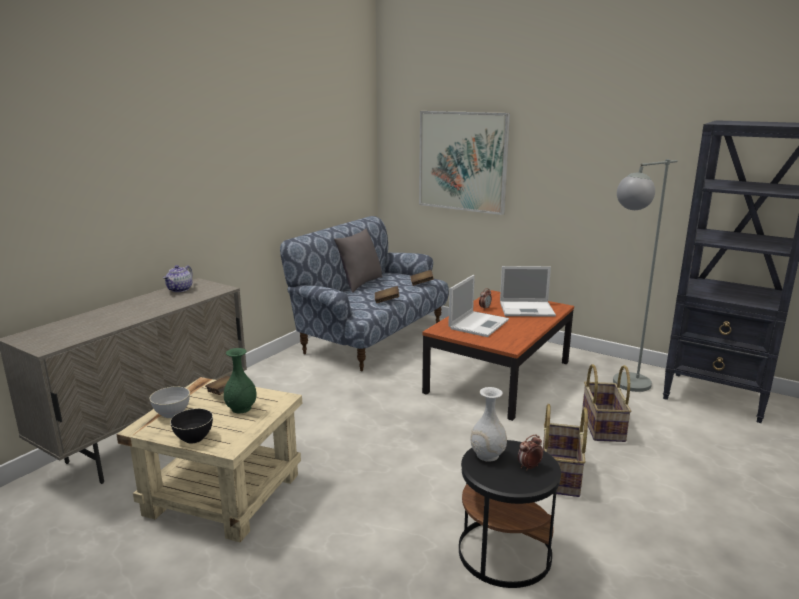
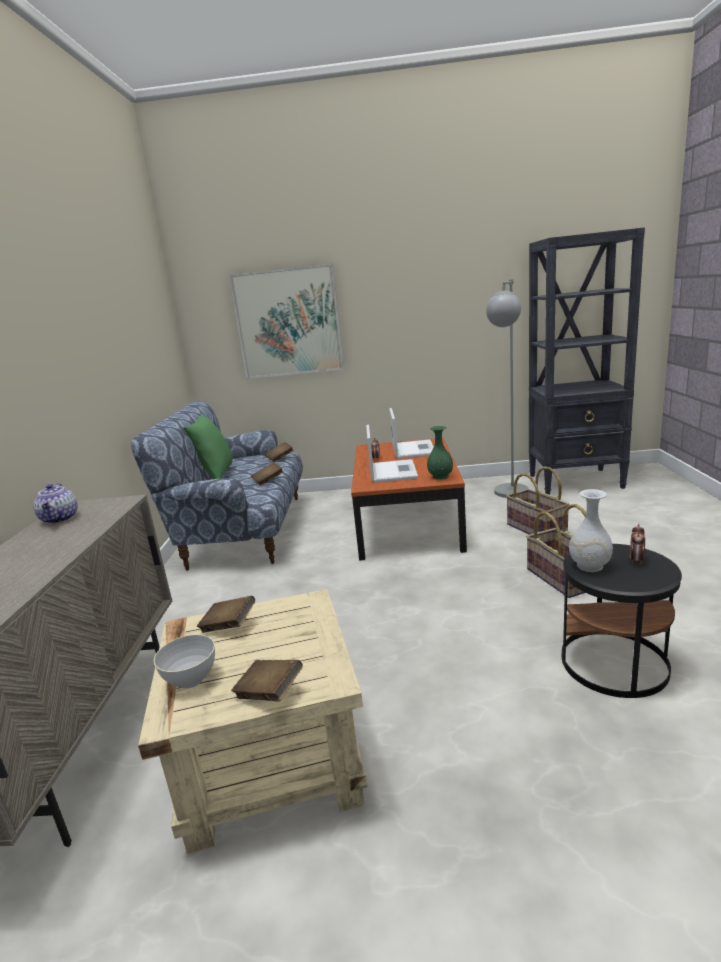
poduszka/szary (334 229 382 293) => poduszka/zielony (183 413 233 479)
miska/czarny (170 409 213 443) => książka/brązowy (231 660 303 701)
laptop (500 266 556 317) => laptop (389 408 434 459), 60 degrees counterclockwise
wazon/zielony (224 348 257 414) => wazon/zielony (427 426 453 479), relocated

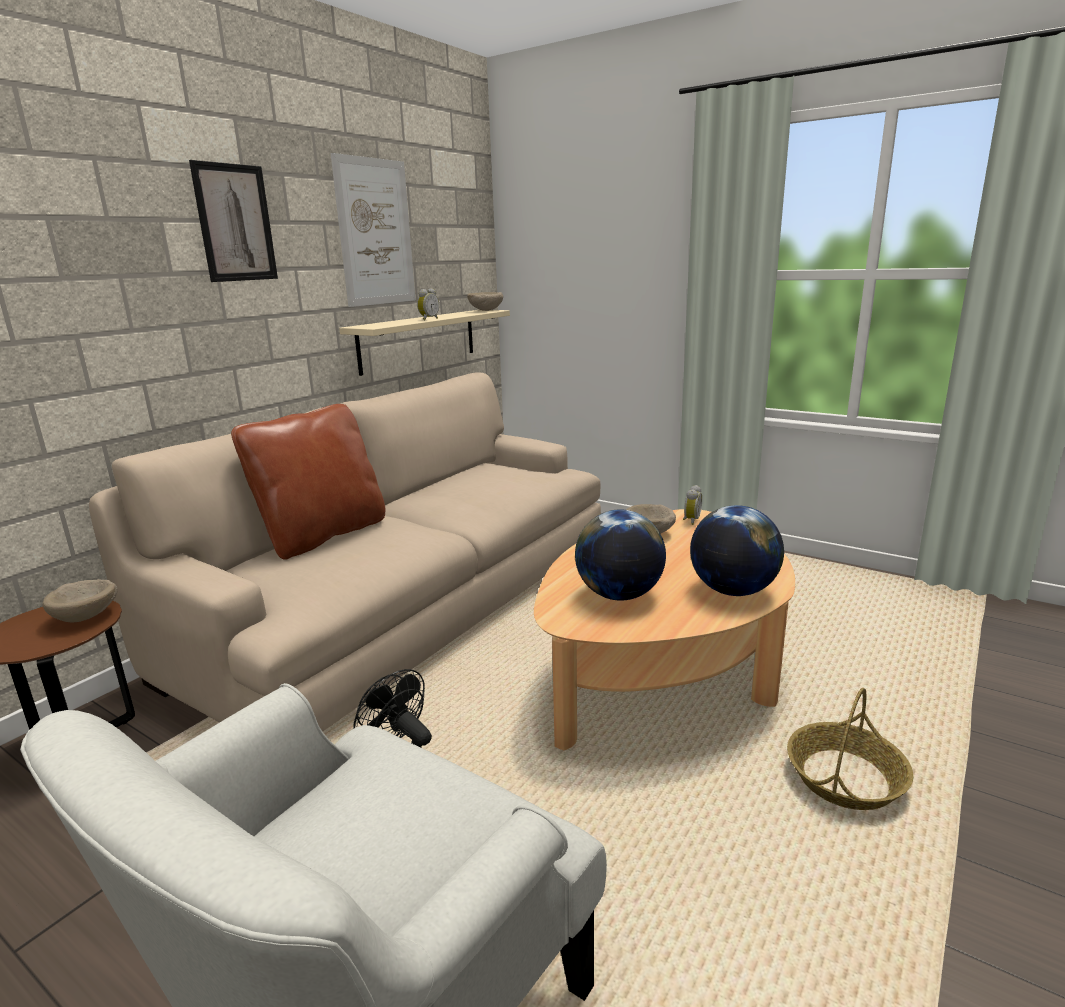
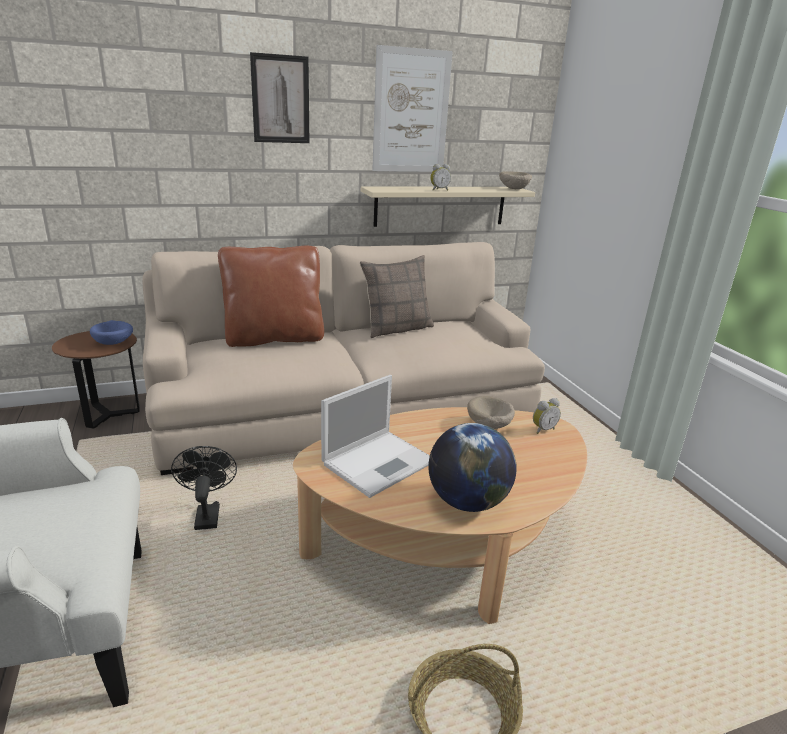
miska/beżowy (42 579 117 622) => miska/niebieski (90 320 133 345)
globus (575 509 666 601) => laptop (321 375 430 498)
nothing => poduszka (360 255 434 338)

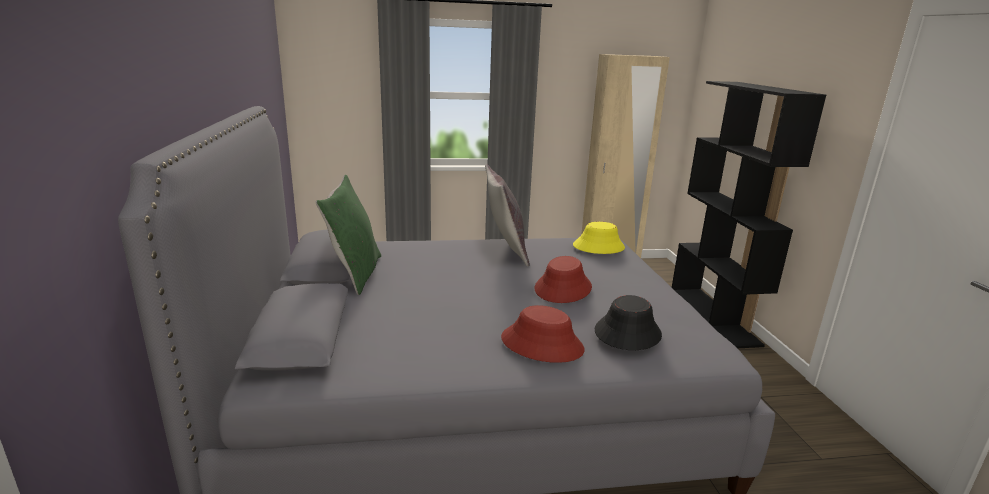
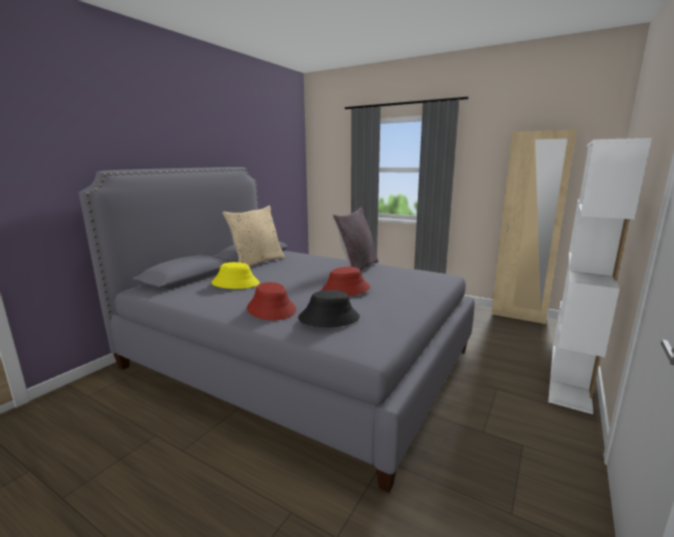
kapelusz/żółty (573 222 625 254) => kapelusz/żółty (211 262 260 289), relocated
poduszka/zielony (315 175 381 295) => poduszka/beżowy (222 206 285 266)
regał/czarny (672 81 826 348) => regał/biały (548 138 652 414)

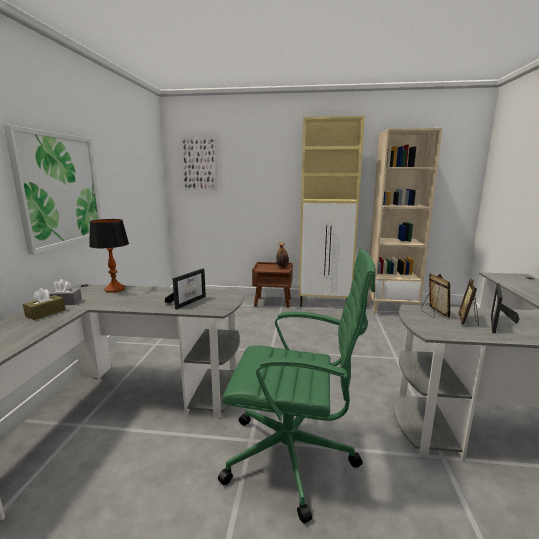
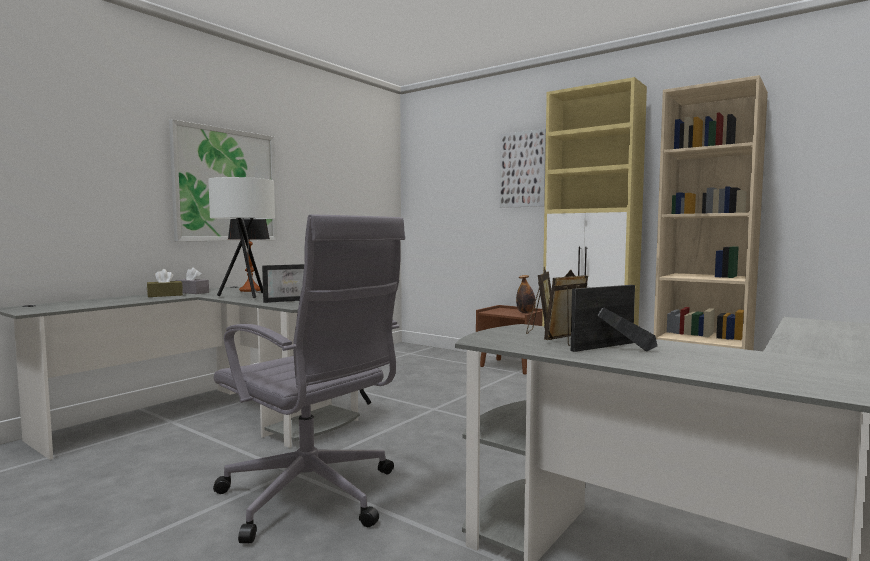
nothing => lampa stołowa/biały (208 177 275 298)
krzesło biurowe/zielony (218 249 376 524) => krzesło biurowe/szary (213 214 405 543)
obraz (181 137 217 191) => obraz (500 129 546 208), relocated

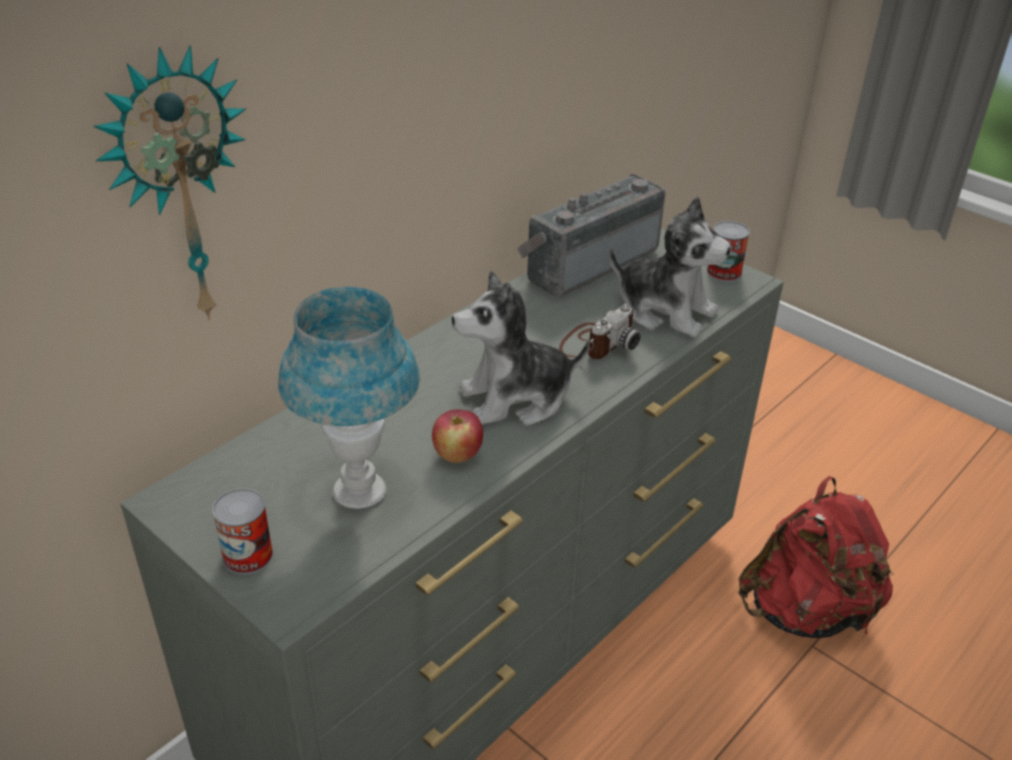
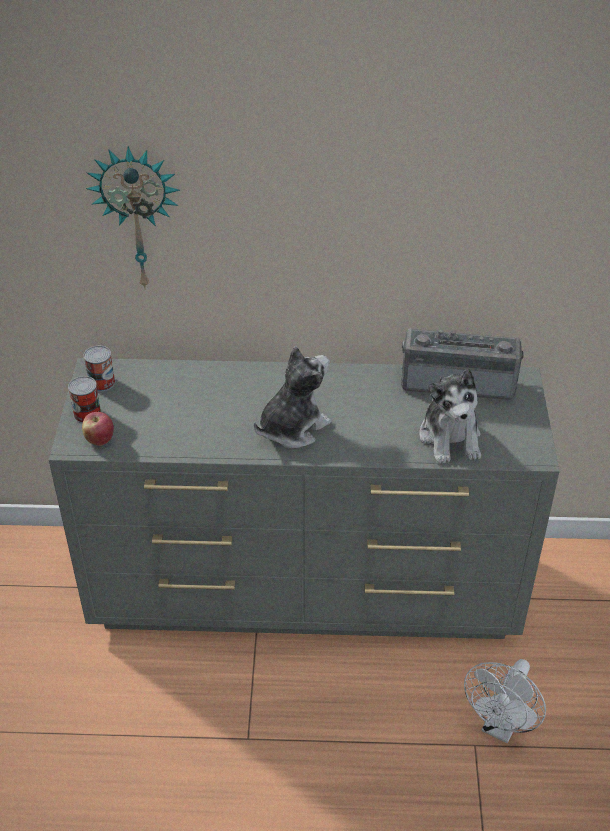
jabłko (432 410 483 463) => jabłko (82 412 114 446), relocated
puszka (707 221 750 281) => puszka (83 346 115 392), relocated
pluszak (452 270 590 426) => pluszak (254 346 332 449), 105 degrees clockwise
plecak/czerwony (738 476 894 638) => wentylator/biały (464 659 546 744)
lampa stołowa/niebieski (278 287 420 509) => nothing
aparat fotograficzny (559 304 641 359) => nothing

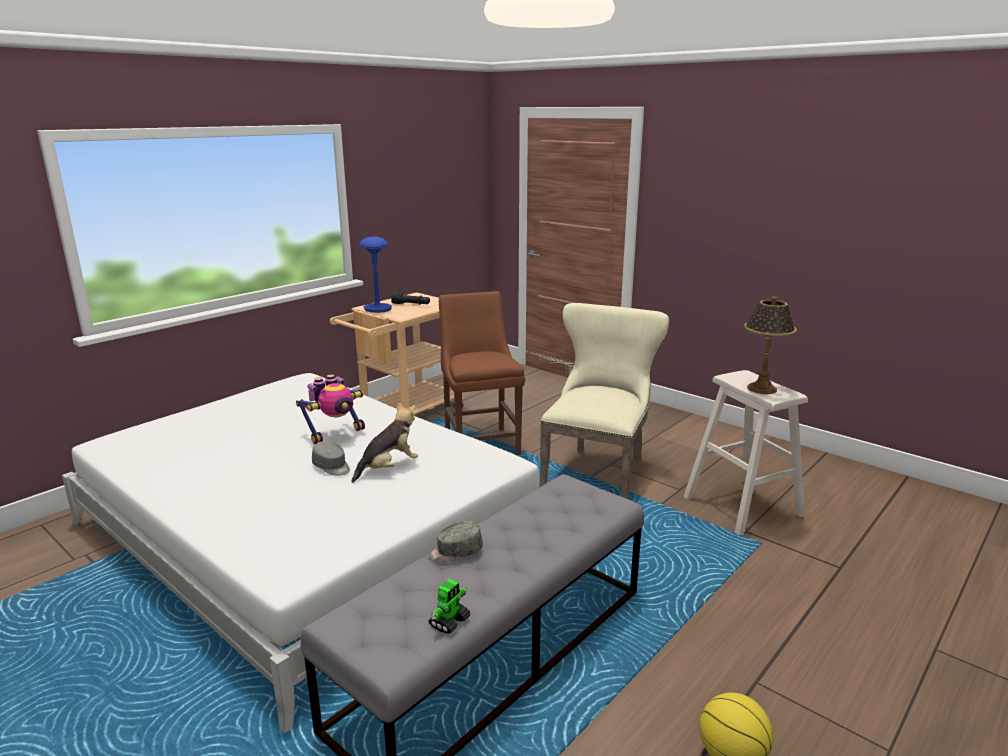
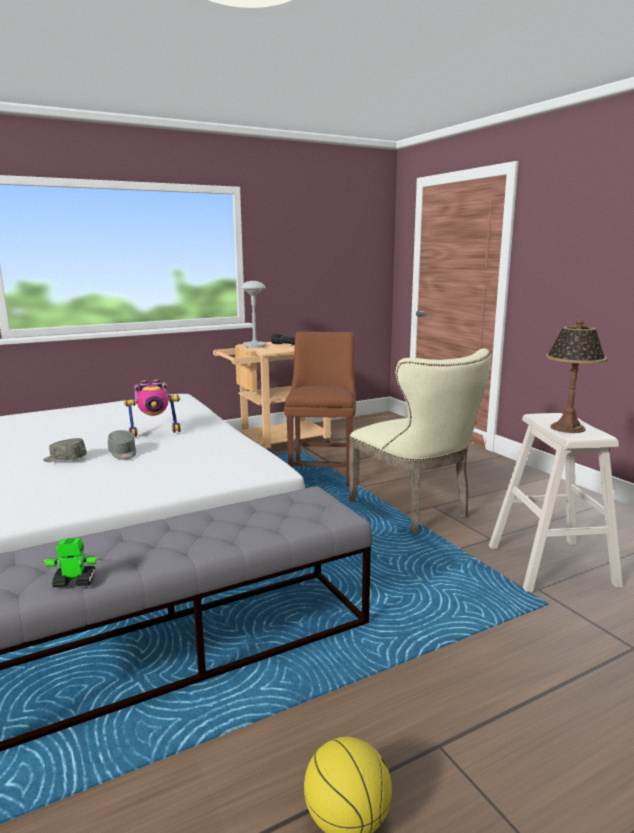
robot zabawkowy (428 579 470 634) => robot zabawkowy (42 538 101 587), 150 degrees counterclockwise
czapka z daszkiem/szary (428 521 483 562) => czapka z daszkiem/szary (43 438 87 462), relocated
lampa stołowa/niebieski (359 236 392 313) => lampa stołowa/szary (240 281 267 348)
krzesło/beżowy (540 303 670 500) => krzesło/beżowy (349 349 491 532), 105 degrees clockwise
pluszak (351 402 418 483) => nothing

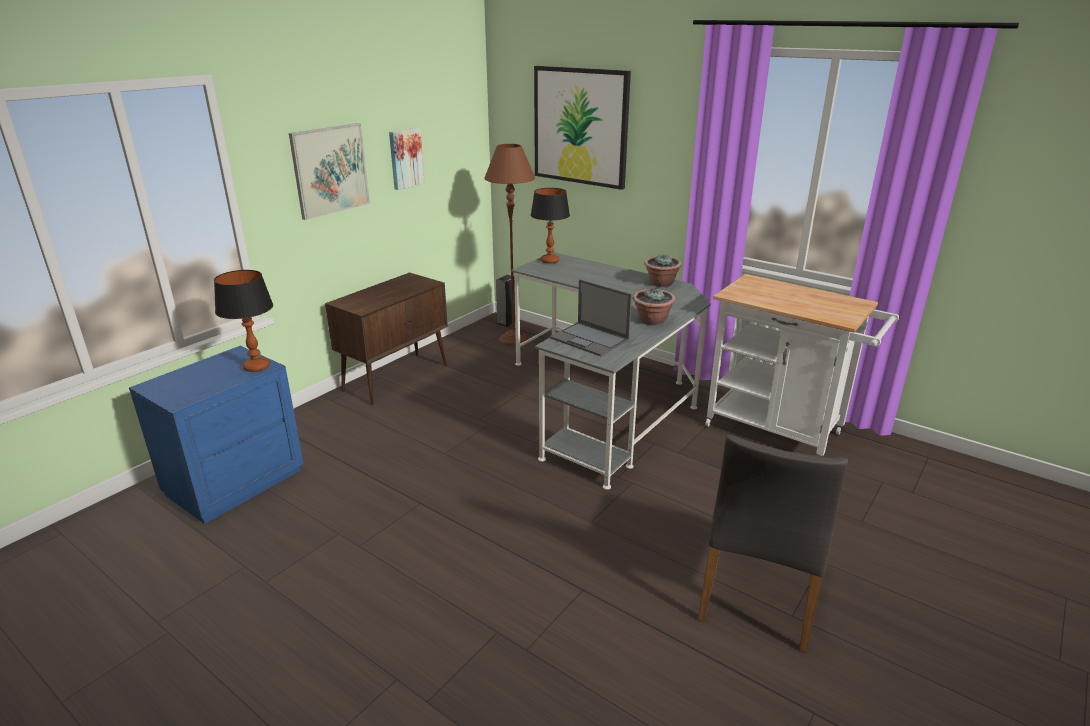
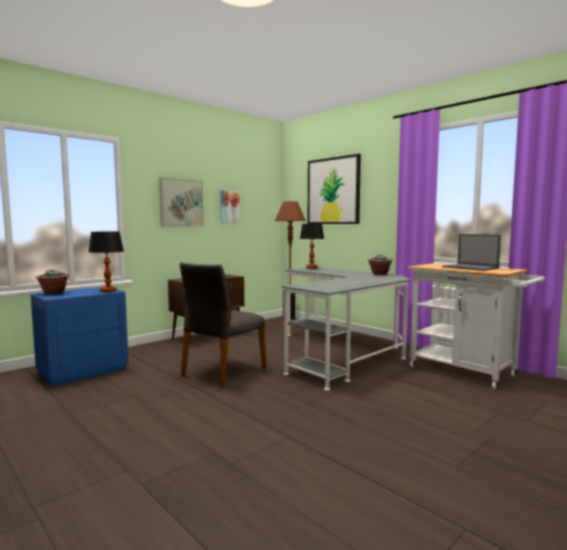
roślina doniczkowa (633 288 676 325) => roślina doniczkowa (36 270 69 295), relocated
krzesło/szary (698 434 848 653) => krzesło/szary (180 262 267 388), relocated
laptop (550 279 632 356) => laptop (442 234 501 271), relocated

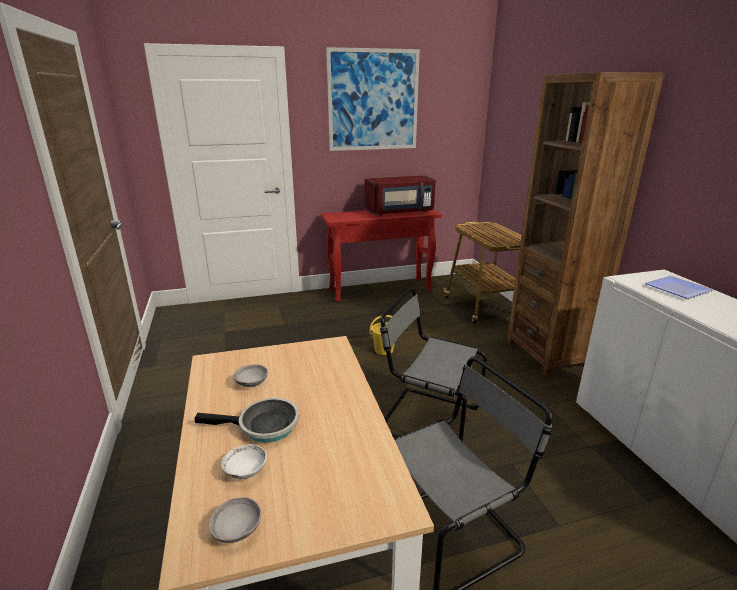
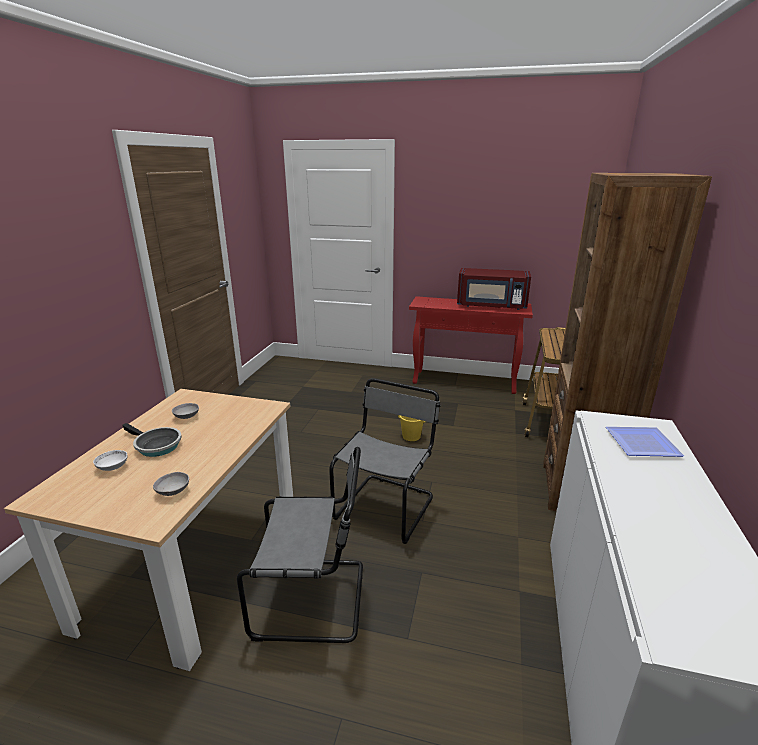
miska/szary (209 497 261 543) => miska/szary (153 472 189 496), relocated
krzesło/szary (380 288 487 442) => krzesło/szary (329 378 441 544), 60 degrees clockwise
obraz (326 47 420 151) => nothing

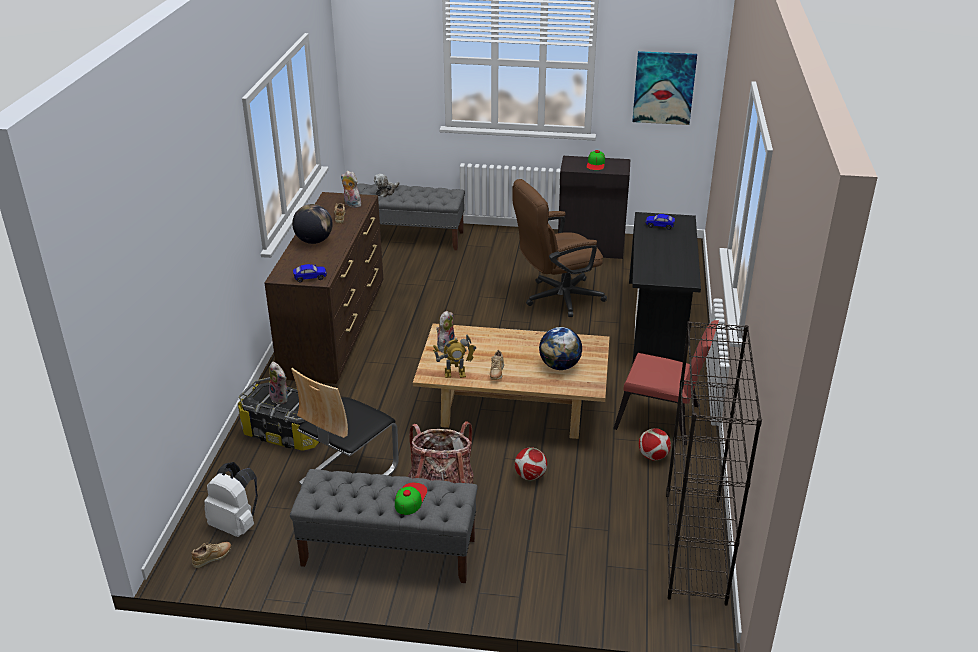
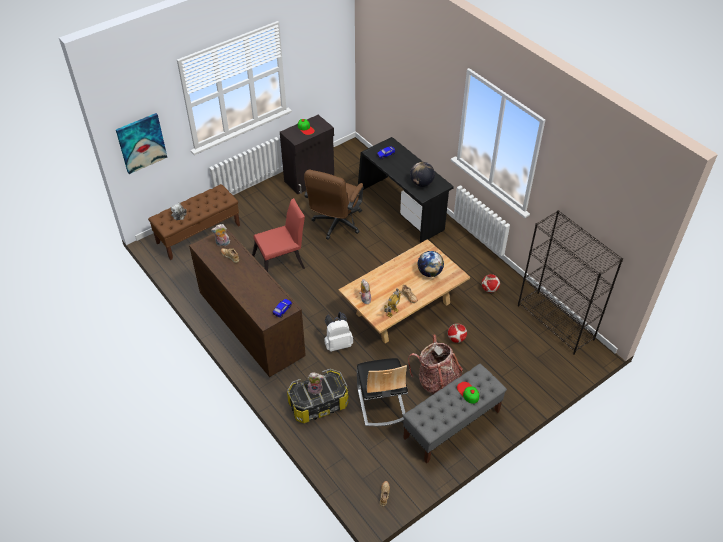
obraz (632 51 697 125) => obraz (116 113 168 174), relocated
ławka/szary (357 183 465 250) => ławka/brązowy (148 184 240 260)
krzesło/czerwony (613 320 719 445) => krzesło/czerwony (252 198 305 272), relocated
plecak/biały (204 462 258 537) => plecak/biały (324 312 353 352), relocated
globus (292 204 333 244) => globus (410 162 435 187), relocated

